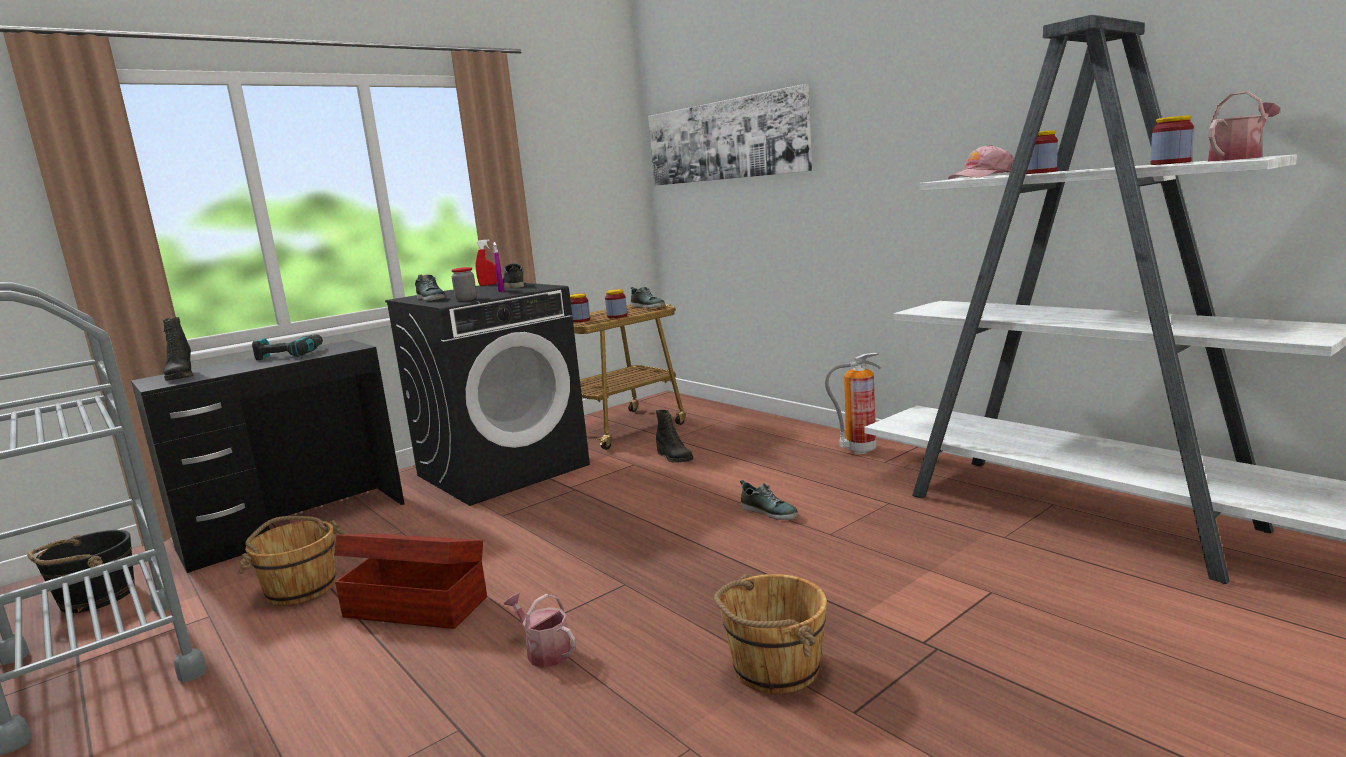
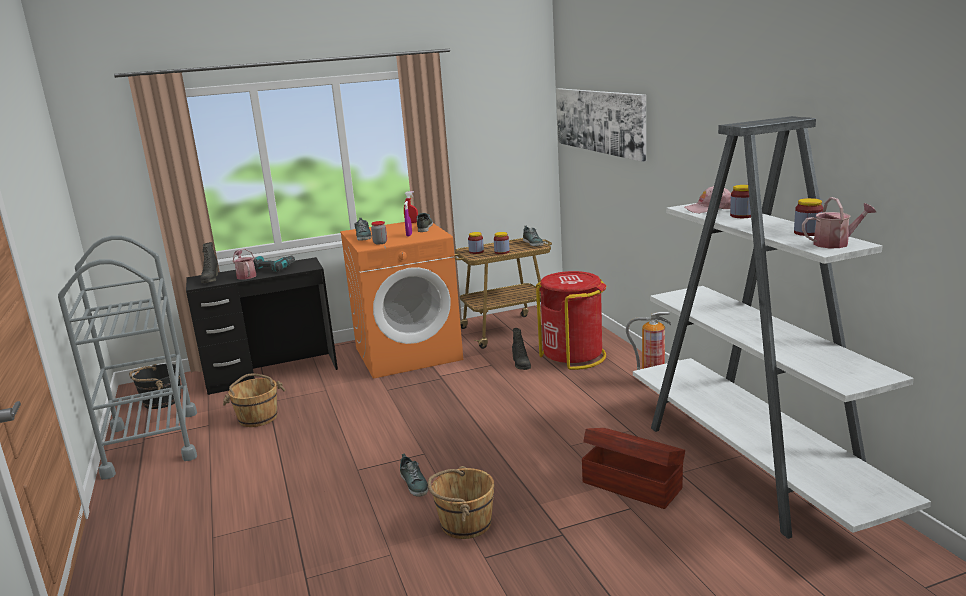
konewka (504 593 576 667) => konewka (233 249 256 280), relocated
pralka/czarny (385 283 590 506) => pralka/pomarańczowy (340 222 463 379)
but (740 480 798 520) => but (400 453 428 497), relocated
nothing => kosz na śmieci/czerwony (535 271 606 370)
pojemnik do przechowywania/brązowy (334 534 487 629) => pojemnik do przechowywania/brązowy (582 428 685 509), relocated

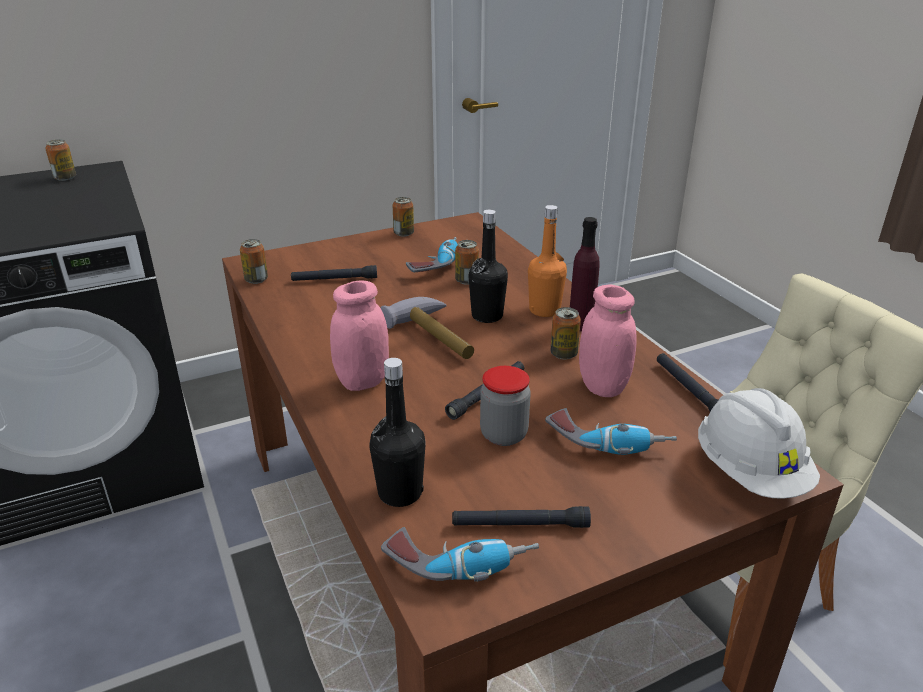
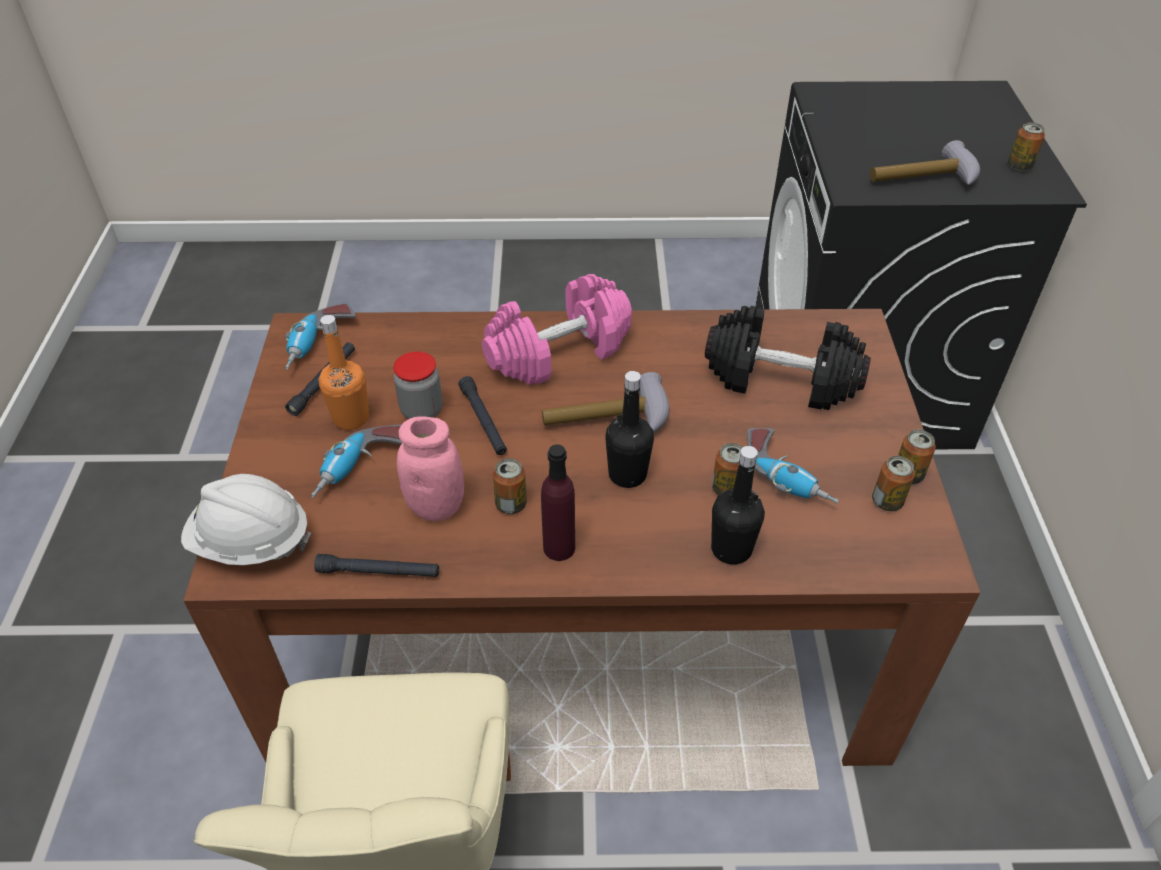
butelka/pomarańczowy (528 205 567 317) => butelka/pomarańczowy (319 315 369 430), relocated
słoik/różowy (330 280 389 391) => hantel/różowy (482 274 632 385)
latarka/czarny (291 265 377 281) => hantel/czarny (705 306 871 410)
butelka/czarny (369 358 426 507) => butelka/czarny (711 446 765 565), relocated
nothing => młotek (870 140 980 185)
puszka (240 239 268 284) => puszka (872 456 915 511), relocated

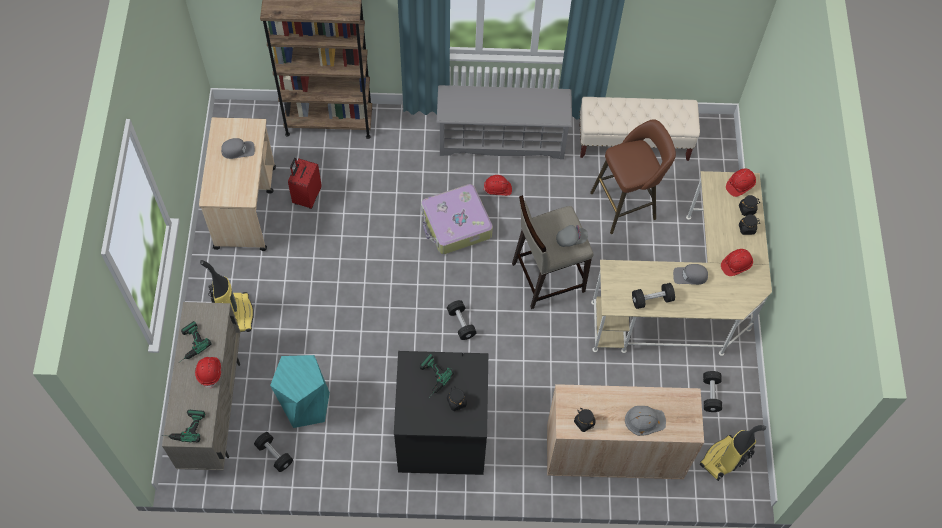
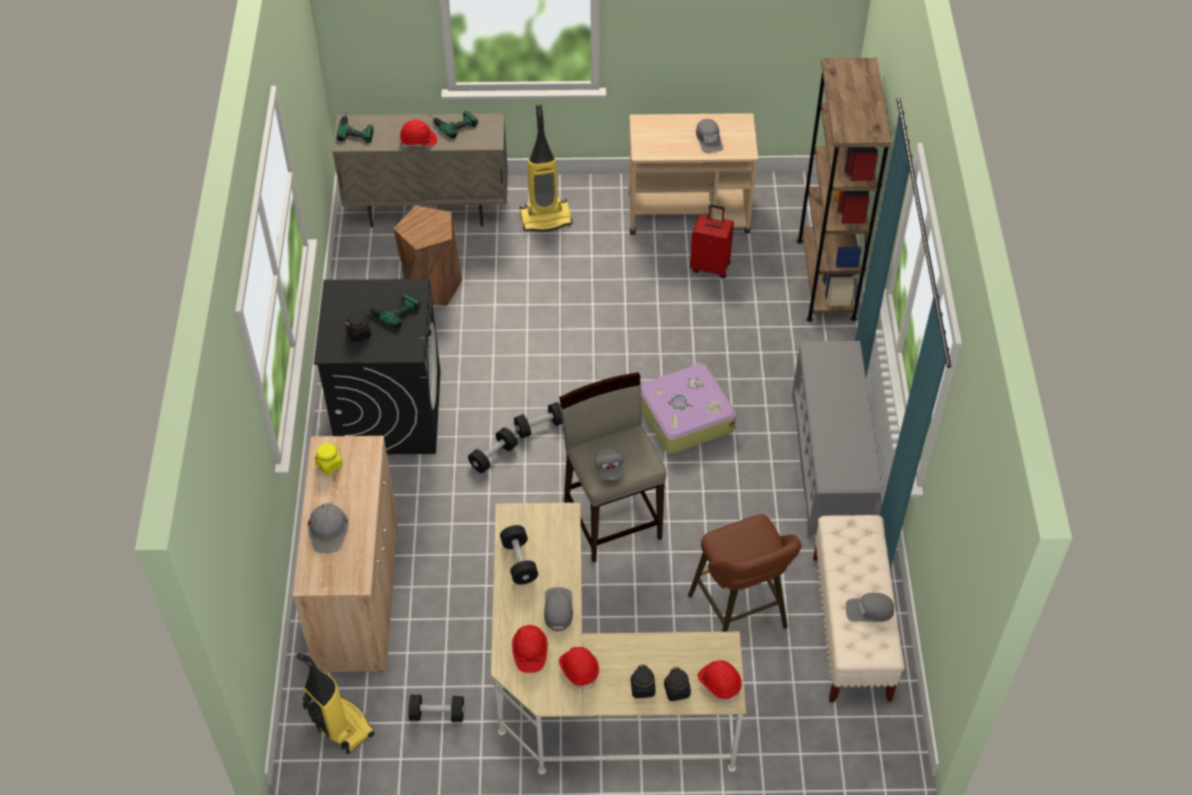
słoik/czarny (574 408 596 432) => słoik/żółty (315 443 343 475)
stołek/turkusowy (270 355 330 428) => stołek/brązowy (393 206 462 306)
hantel/czarny (254 432 293 472) => hantel/czarny (468 427 518 473), relocated
kask/czerwony (484 175 512 196) => kask/czerwony (512 625 548 673), relocated
nothing => czapka z daszkiem/szary (846 593 894 622)

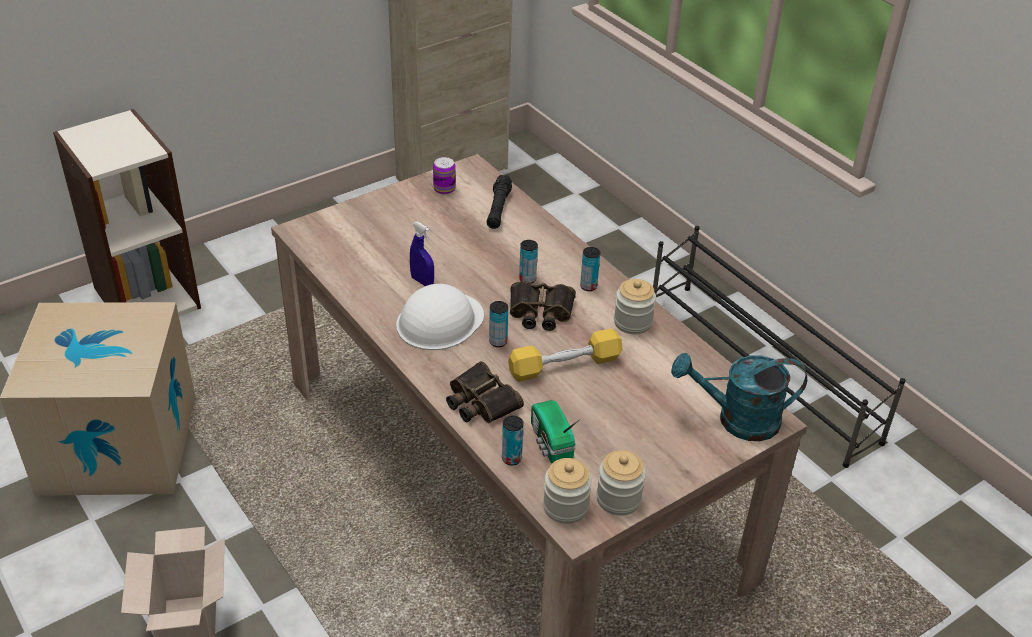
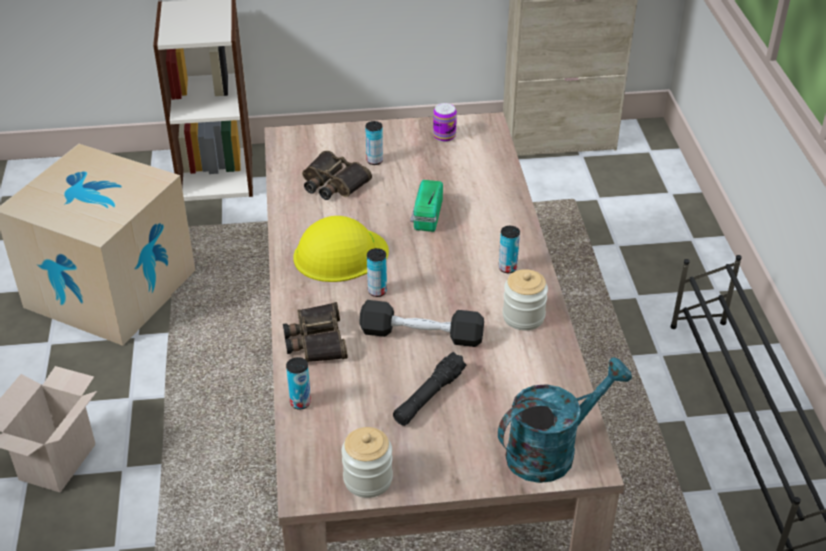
kask/biały (396 284 484 350) => kask/żółty (293 216 389 282)
lornetka (510 281 576 331) => lornetka (302 151 372 200), relocated
hantel/żółty (508 329 623 382) => hantel/czarny (359 300 484 347)
puszka (519 240 538 283) => puszka (366 121 383 165), relocated
latarka/czarny (487 175 512 229) => latarka/czarny (393 352 466 426), relocated
radio (531 400 580 463) => radio (411 180 443 232), relocated
konewka/turkusowy (671 353 807 441) => konewka/turkusowy (498 357 632 483), 120 degrees clockwise
spryskiwacz/niebieski (410 221 434 286) => nothing
słoik (543 458 592 524) => nothing

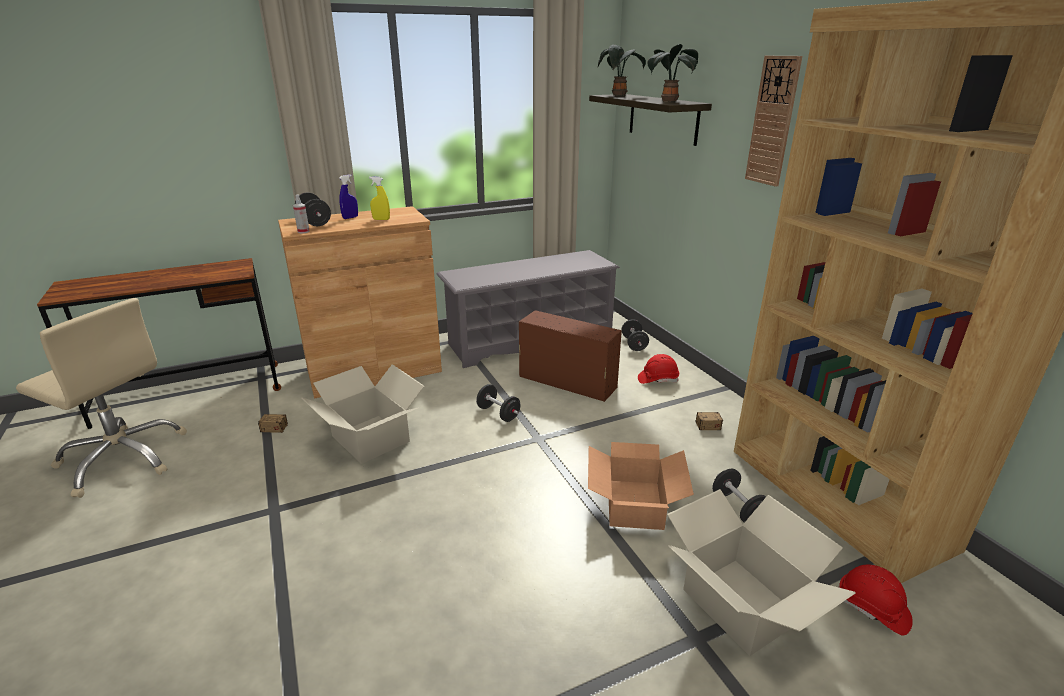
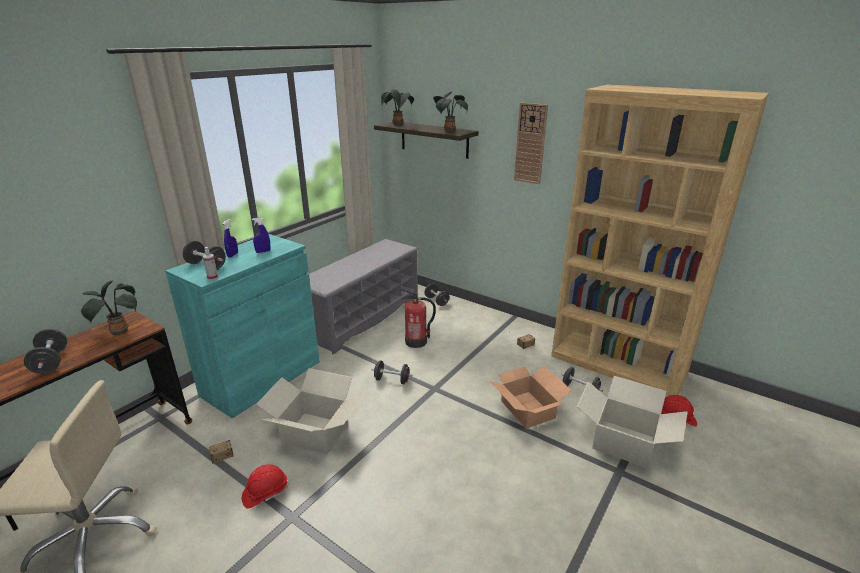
nothing => hantel/czarny (24 329 67 374)
nothing => roślina doniczkowa (81 280 137 336)
szafka/brązowy (278 206 442 398) => szafka/turkusowy (165 234 320 418)
kask/czerwony (638 354 679 384) => kask/czerwony (242 464 288 509), relocated
spryskiwacz/żółty (369 177 390 220) => spryskiwacz/niebieski (252 217 271 253)
pojemnik do przechowywania/brązowy (519 310 622 402) => gaśnica (401 289 436 348)

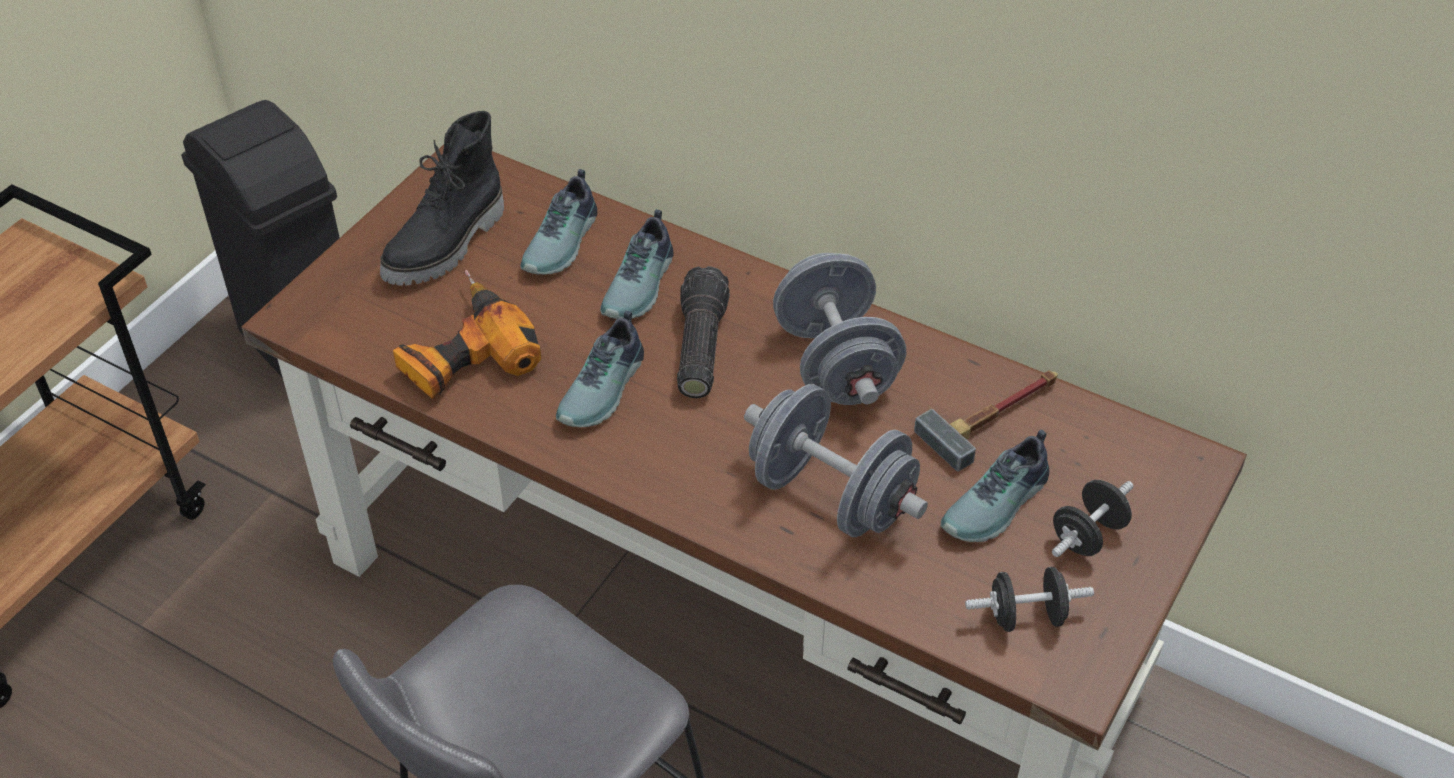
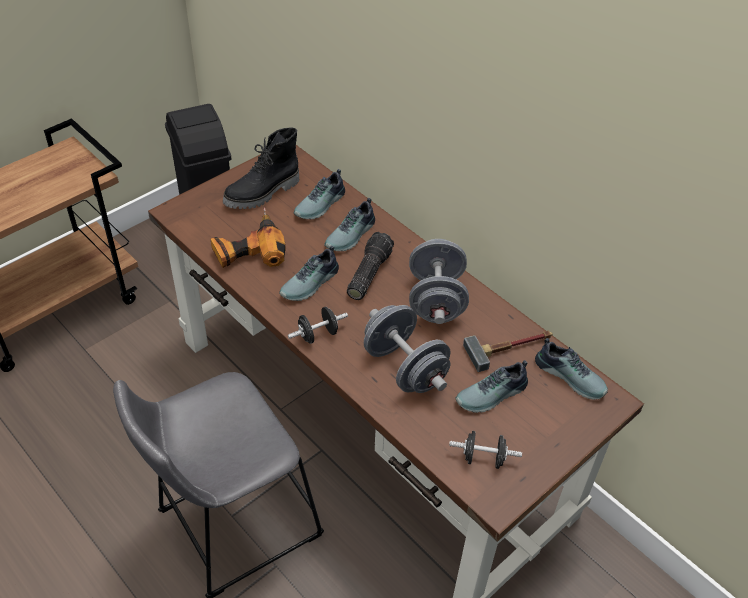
hantel/czarny (1052 480 1133 557) => hantel/czarny (288 307 348 344), relocated
nothing => but (535 338 608 400)

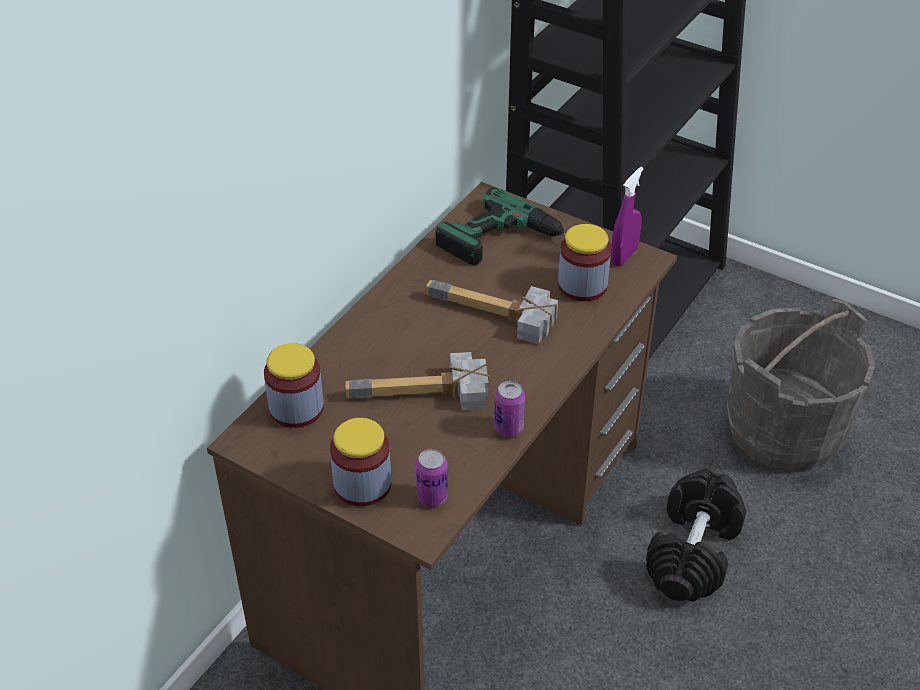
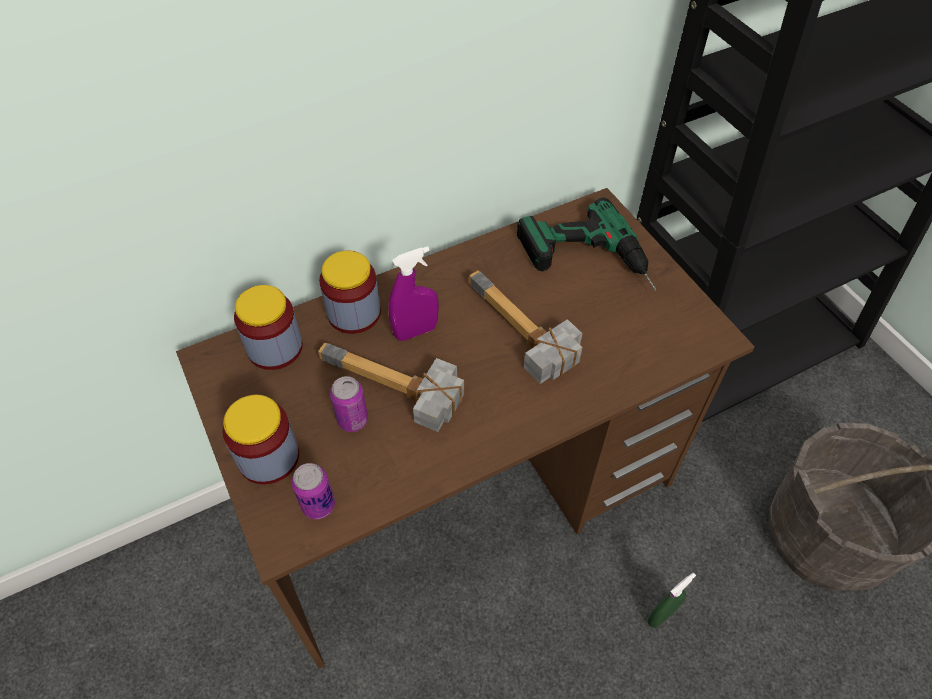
słoik (558 224 611 301) => słoik (319 250 381 334), relocated
puszka (494 381 525 437) => puszka (330 376 368 432), relocated
spryskiwacz/fioletowy (611 167 644 266) => spryskiwacz/fioletowy (388 246 439 341), relocated
hantel/czarny (646 469 746 601) => spryskiwacz/zielony (648 573 696 628)

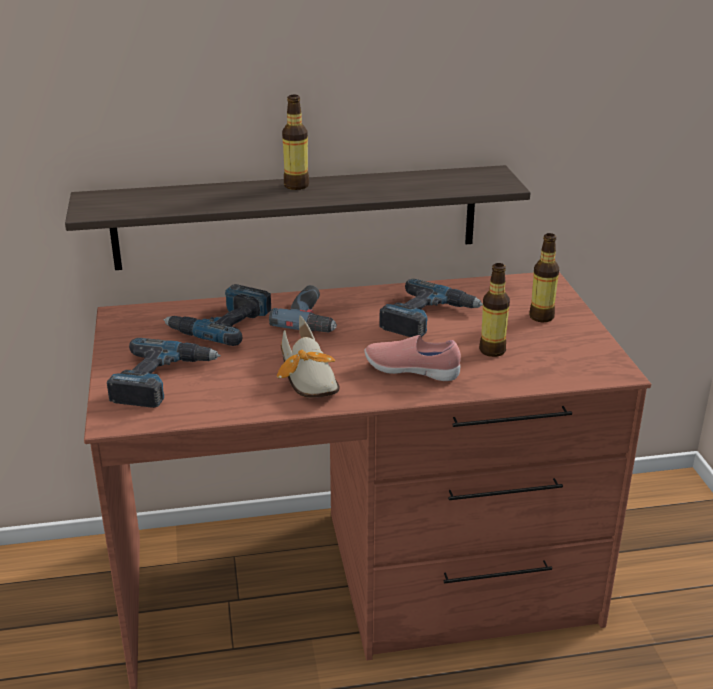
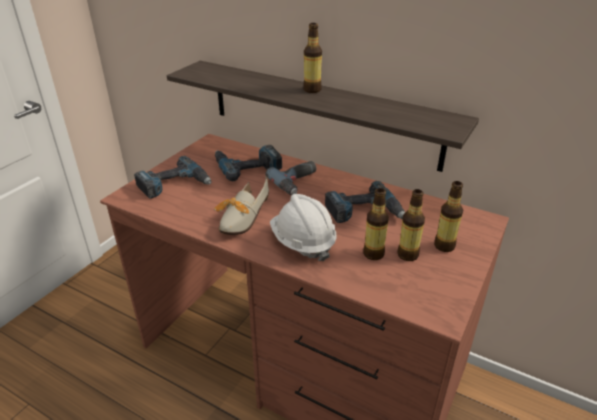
but/różowy (364 335 461 381) => kask/biały (270 194 337 261)
nothing => butelka (397 189 425 261)

